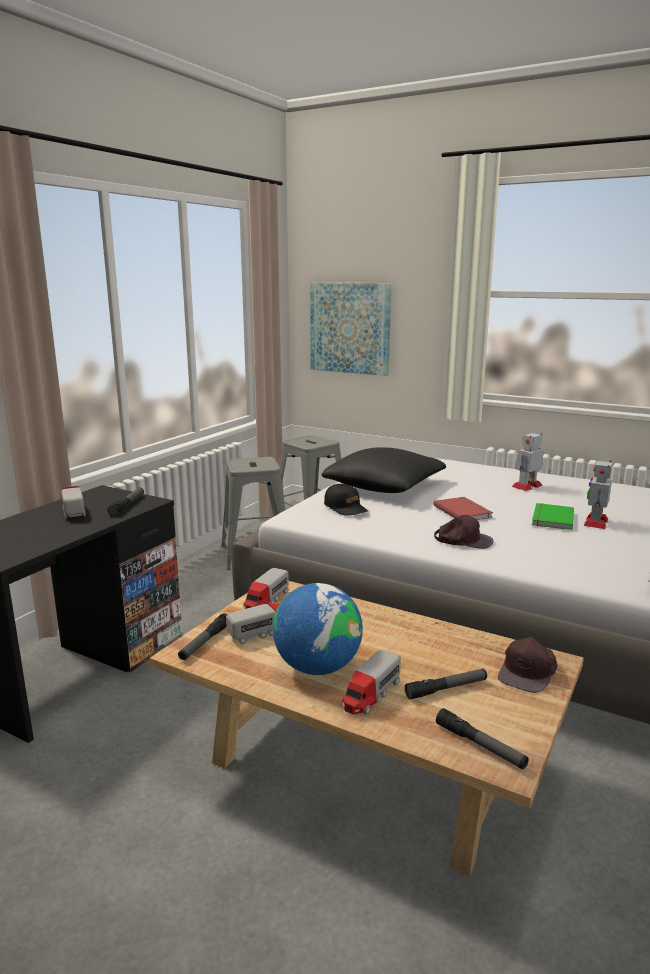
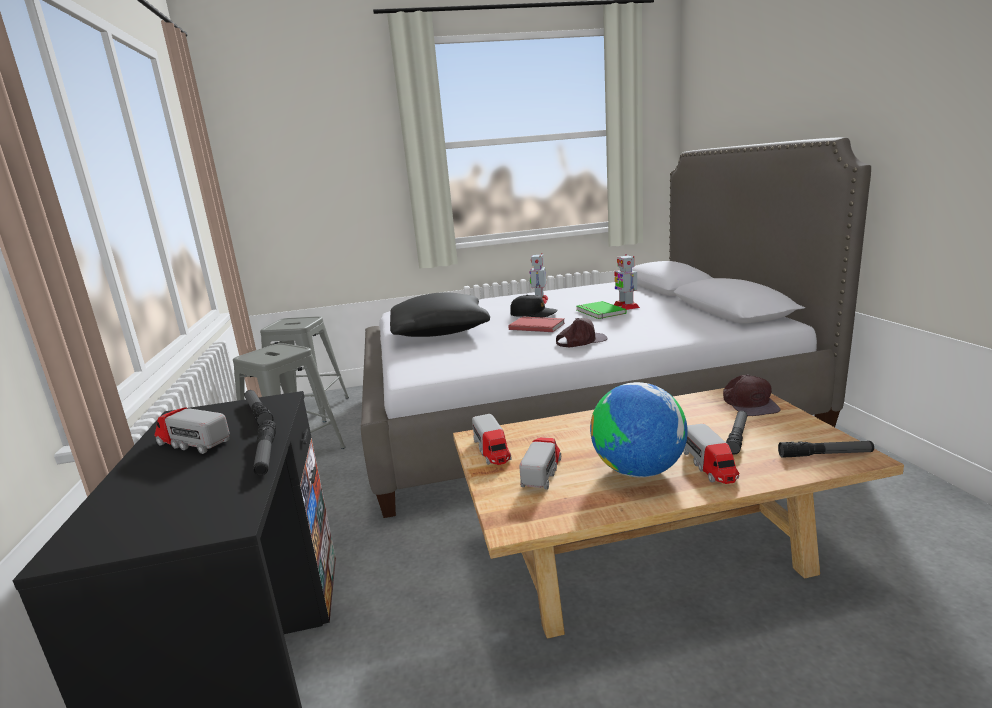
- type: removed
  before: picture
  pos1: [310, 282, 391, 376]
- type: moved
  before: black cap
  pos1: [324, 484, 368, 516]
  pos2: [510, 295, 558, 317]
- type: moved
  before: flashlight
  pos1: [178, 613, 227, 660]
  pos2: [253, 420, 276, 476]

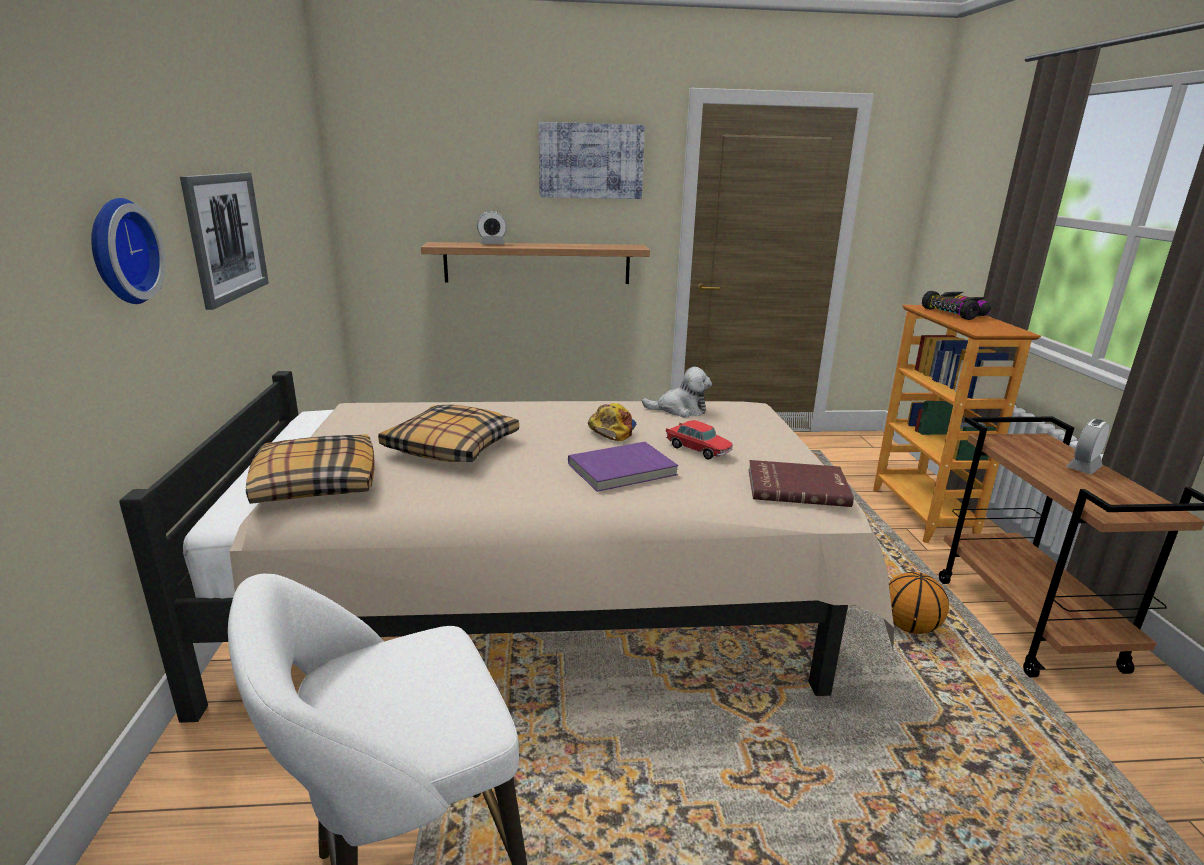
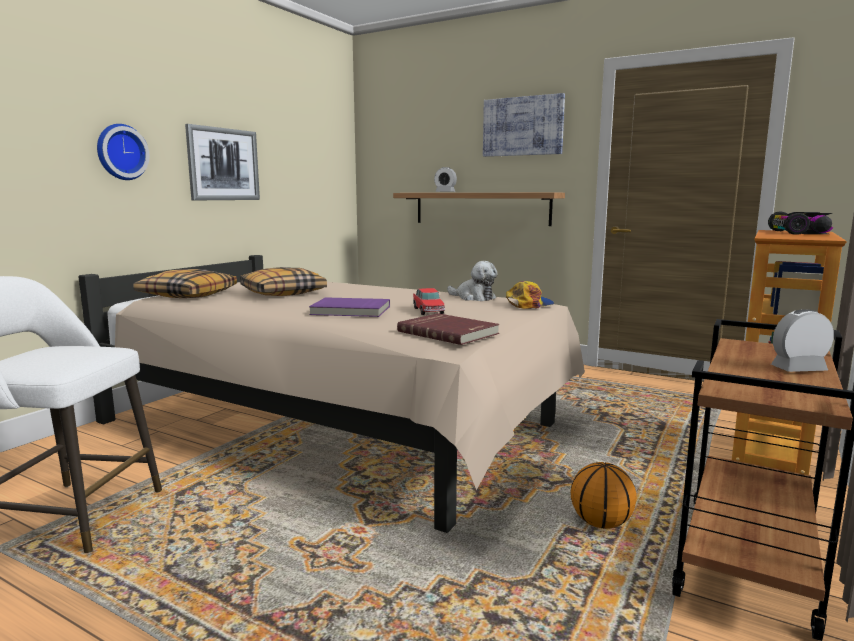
- type: moved
  before: cap
  pos1: [588, 403, 637, 441]
  pos2: [506, 281, 554, 309]

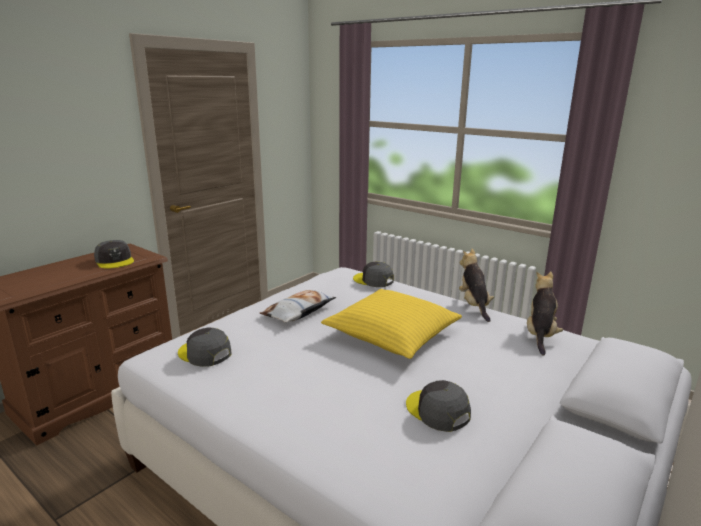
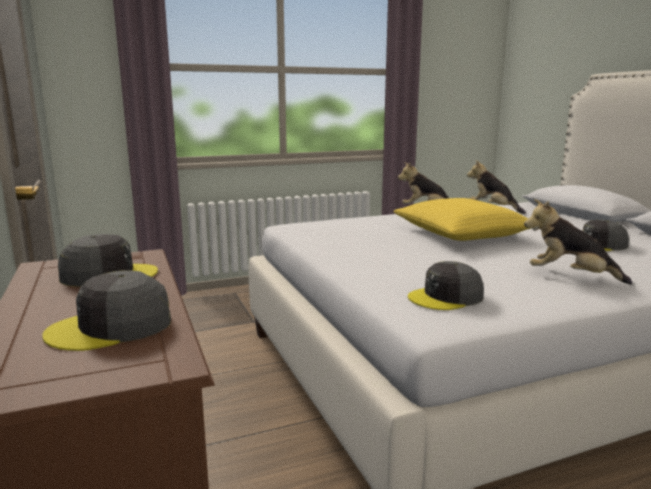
- type: moved
  before: grey cap
  pos1: [353, 262, 394, 287]
  pos2: [42, 270, 171, 351]
- type: removed
  before: pillow
  pos1: [260, 290, 337, 323]
- type: added
  after: plush toy
  pos2: [524, 199, 632, 285]

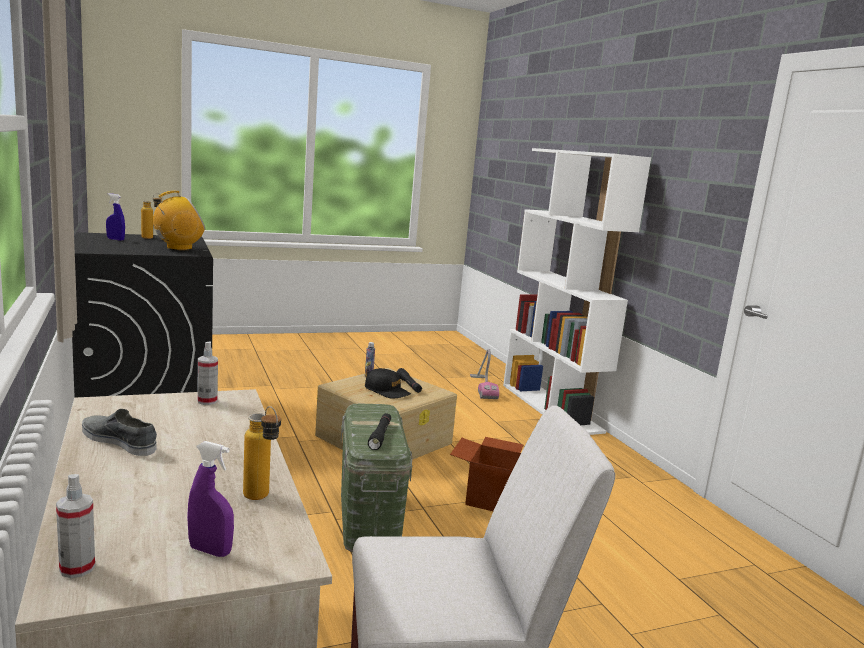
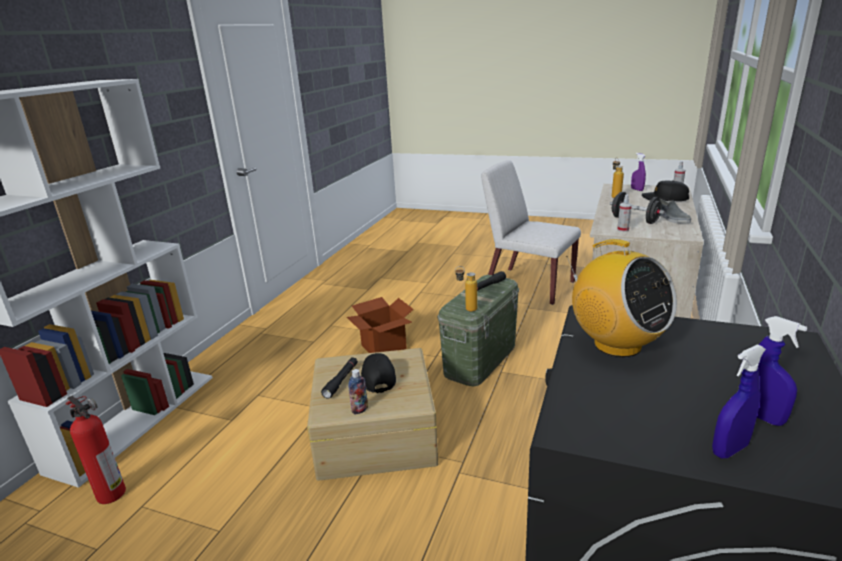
- type: turned
  before: radio
  pos1: [153, 191, 205, 250]
  pos2: [566, 239, 677, 357]
  turn: -135
- type: moved
  before: bottle
  pos1: [141, 193, 161, 239]
  pos2: [455, 266, 477, 312]
- type: replaced
  before: vacuum cleaner
  after: fire extinguisher
  pos1: [470, 349, 499, 400]
  pos2: [66, 396, 126, 504]
- type: added
  after: black cap
  pos2: [642, 180, 689, 201]
- type: added
  after: black dumbbell
  pos2: [610, 192, 665, 224]
- type: added
  after: blue spray bottle
  pos2: [712, 344, 766, 458]

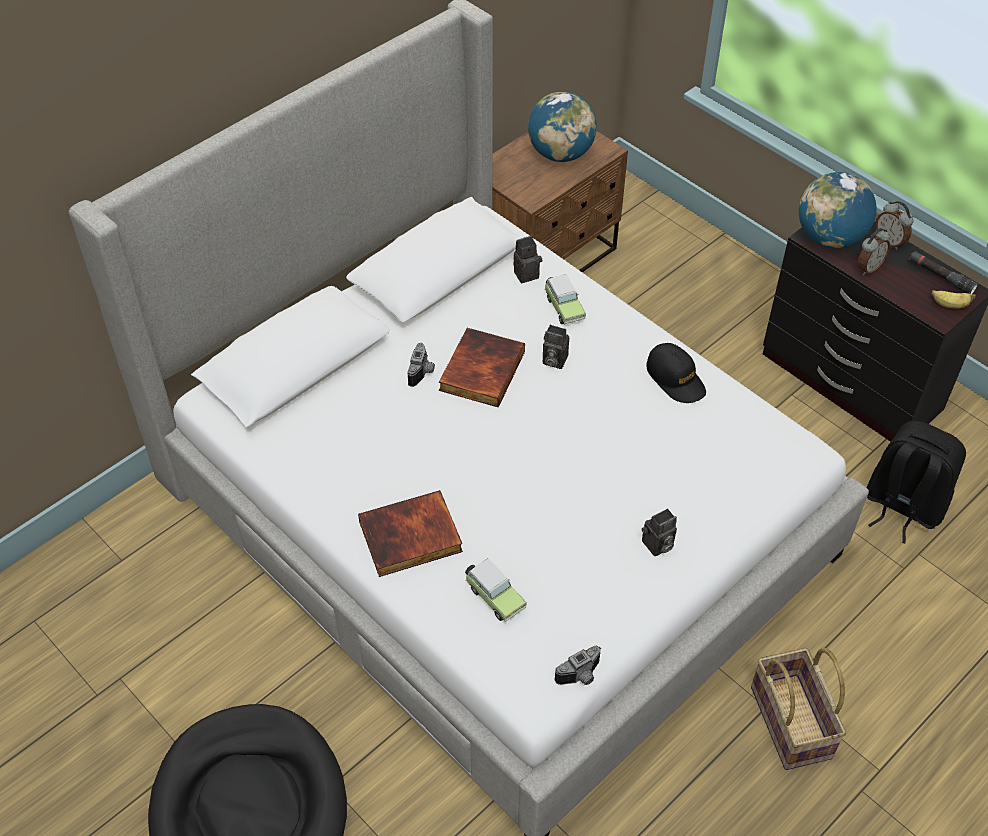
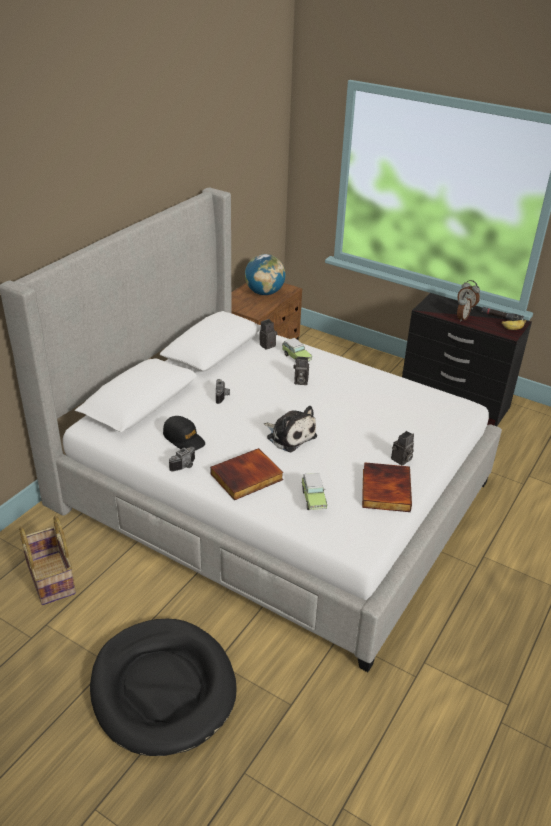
- type: removed
  before: globe
  pos1: [799, 172, 877, 248]
- type: moved
  before: book
  pos1: [439, 328, 525, 407]
  pos2: [362, 462, 412, 512]
- type: moved
  before: black cap
  pos1: [646, 343, 706, 403]
  pos2: [163, 416, 205, 451]
- type: removed
  before: black backpack
  pos1: [867, 421, 966, 543]
- type: turned
  before: toy car
  pos1: [465, 558, 527, 622]
  pos2: [301, 473, 327, 510]
  turn: 45
- type: moved
  before: photo camera
  pos1: [555, 646, 601, 685]
  pos2: [169, 446, 195, 472]
- type: moved
  before: basket
  pos1: [751, 647, 846, 770]
  pos2: [19, 516, 76, 605]
- type: added
  after: plush toy
  pos2: [264, 406, 317, 452]

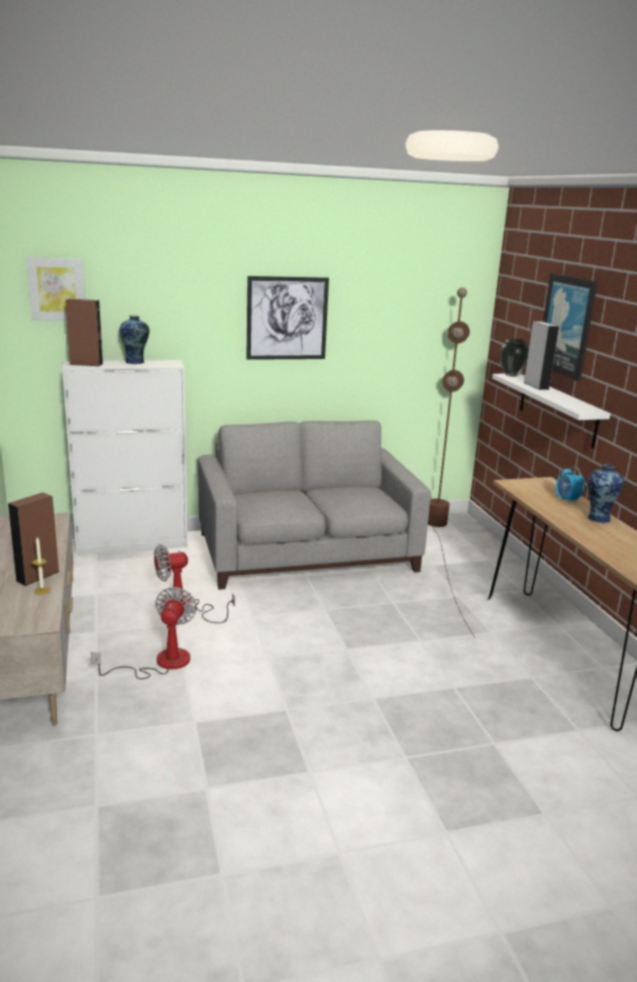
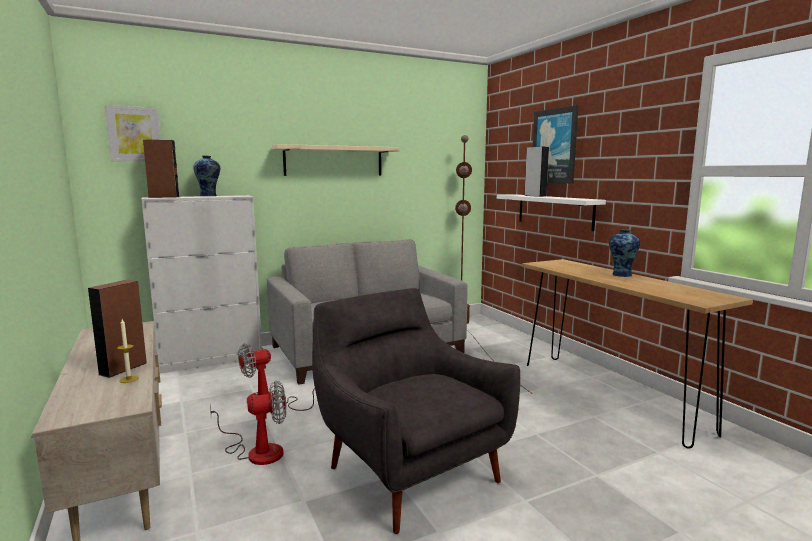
- type: replaced
  before: picture
  after: beige shelf
  pos1: [246, 276, 329, 360]
  pos2: [271, 144, 400, 176]
- type: removed
  before: vase
  pos1: [500, 339, 529, 377]
- type: removed
  before: alarm clock
  pos1: [556, 467, 585, 505]
- type: turned
  before: fan
  pos1: [91, 587, 197, 679]
  pos2: [210, 381, 286, 465]
  turn: 75
- type: added
  after: grey armchair
  pos2: [312, 288, 520, 534]

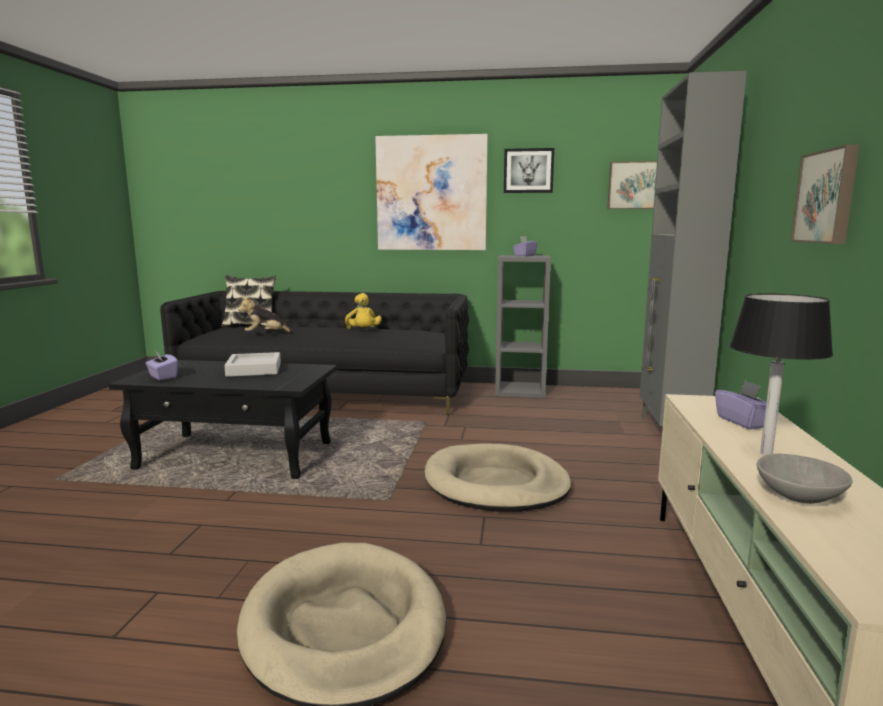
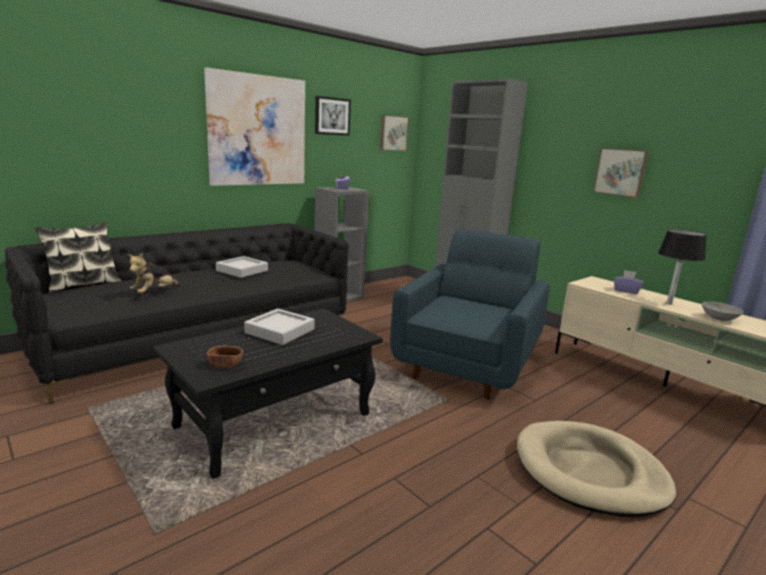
- type: replaced
  before: yellow plush toy
  after: grey tray
  pos1: [345, 293, 382, 329]
  pos2: [216, 256, 268, 278]
- type: replaced
  before: purple tissue box
  after: brown bowl
  pos1: [145, 351, 178, 380]
  pos2: [207, 346, 243, 369]
- type: replaced
  before: beige dog bed
  after: blue armchair
  pos1: [424, 443, 572, 512]
  pos2: [390, 229, 550, 399]

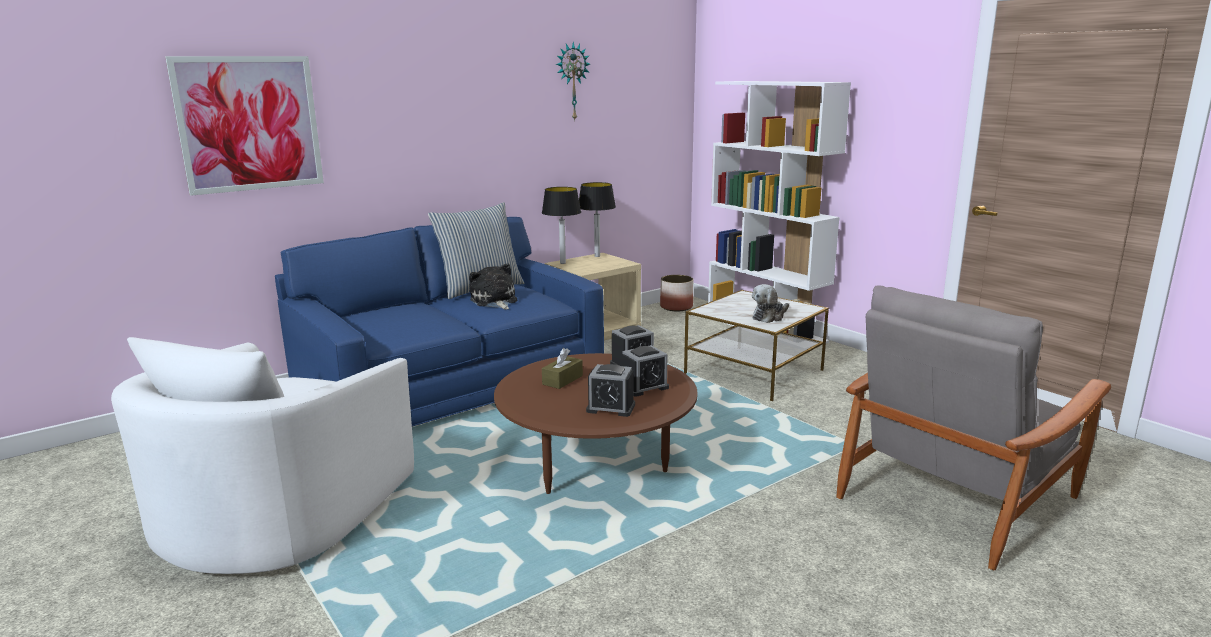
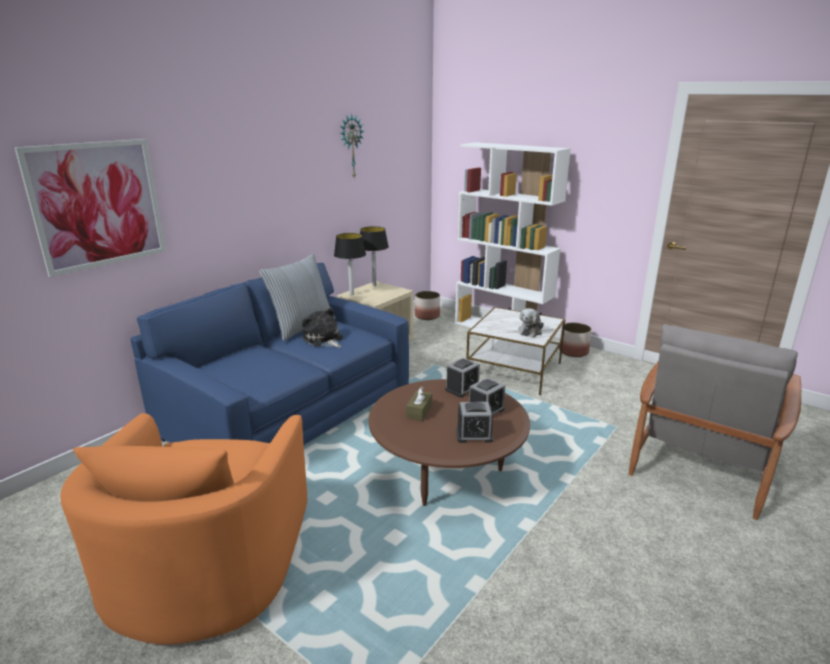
- type: recoloured
  before: white armchair
  after: orange armchair
  pos1: [111, 337, 414, 574]
  pos2: [60, 413, 307, 645]
- type: added
  after: planter
  pos2: [559, 323, 592, 357]

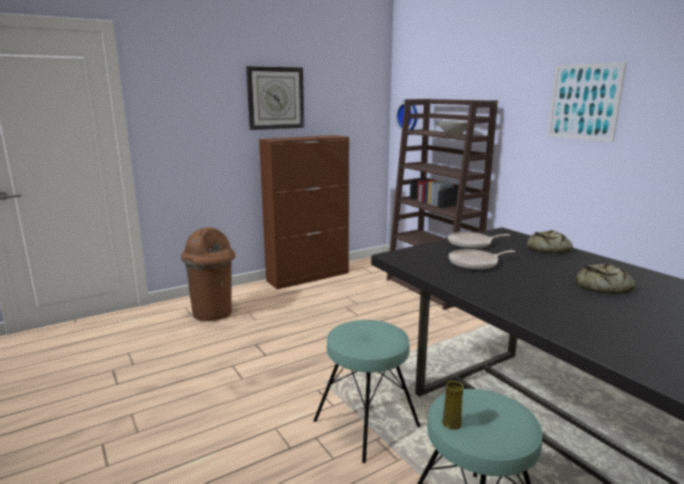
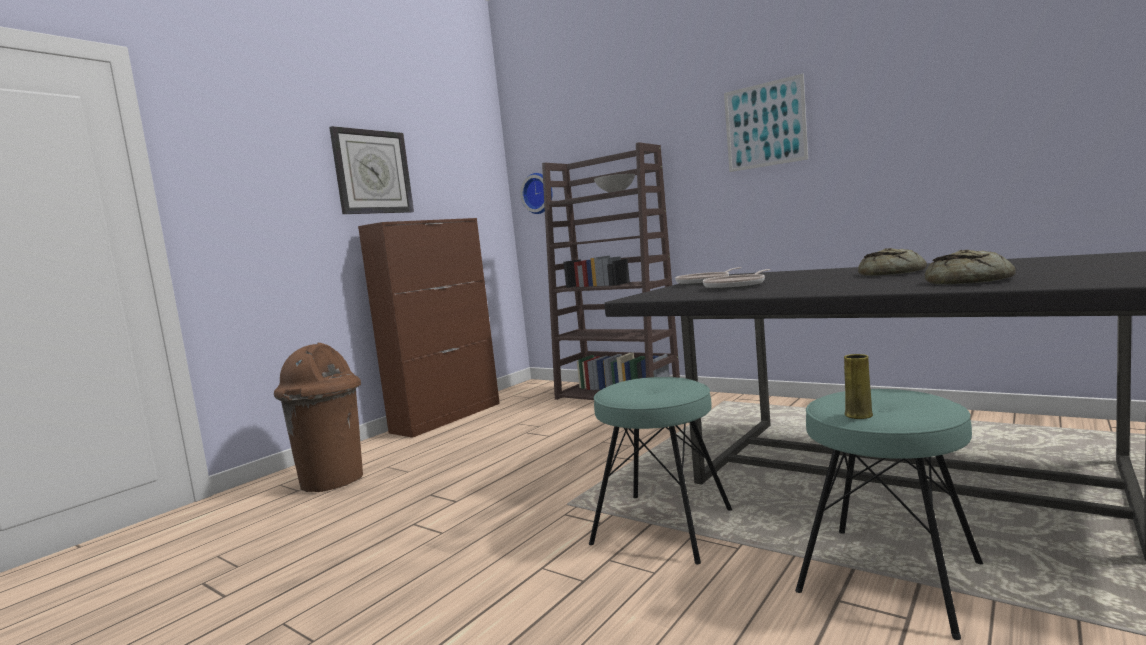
- type: moved
  before: bread
  pos1: [526, 230, 573, 253]
  pos2: [925, 250, 1016, 284]

